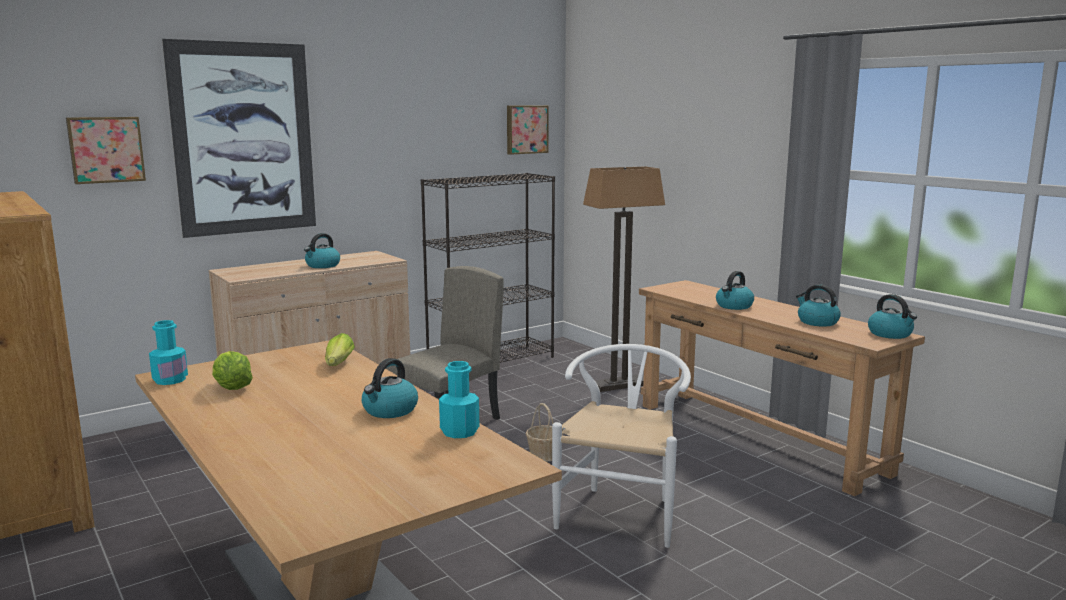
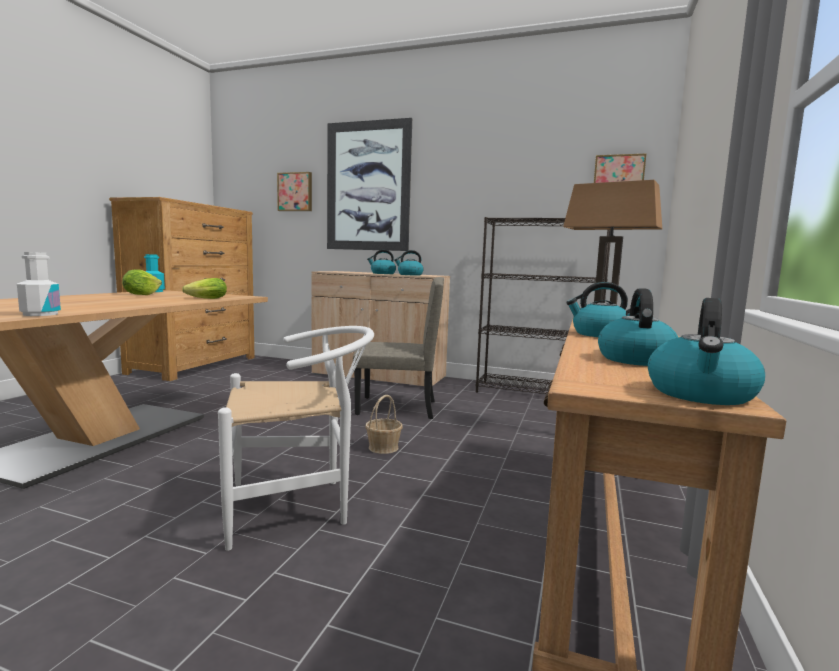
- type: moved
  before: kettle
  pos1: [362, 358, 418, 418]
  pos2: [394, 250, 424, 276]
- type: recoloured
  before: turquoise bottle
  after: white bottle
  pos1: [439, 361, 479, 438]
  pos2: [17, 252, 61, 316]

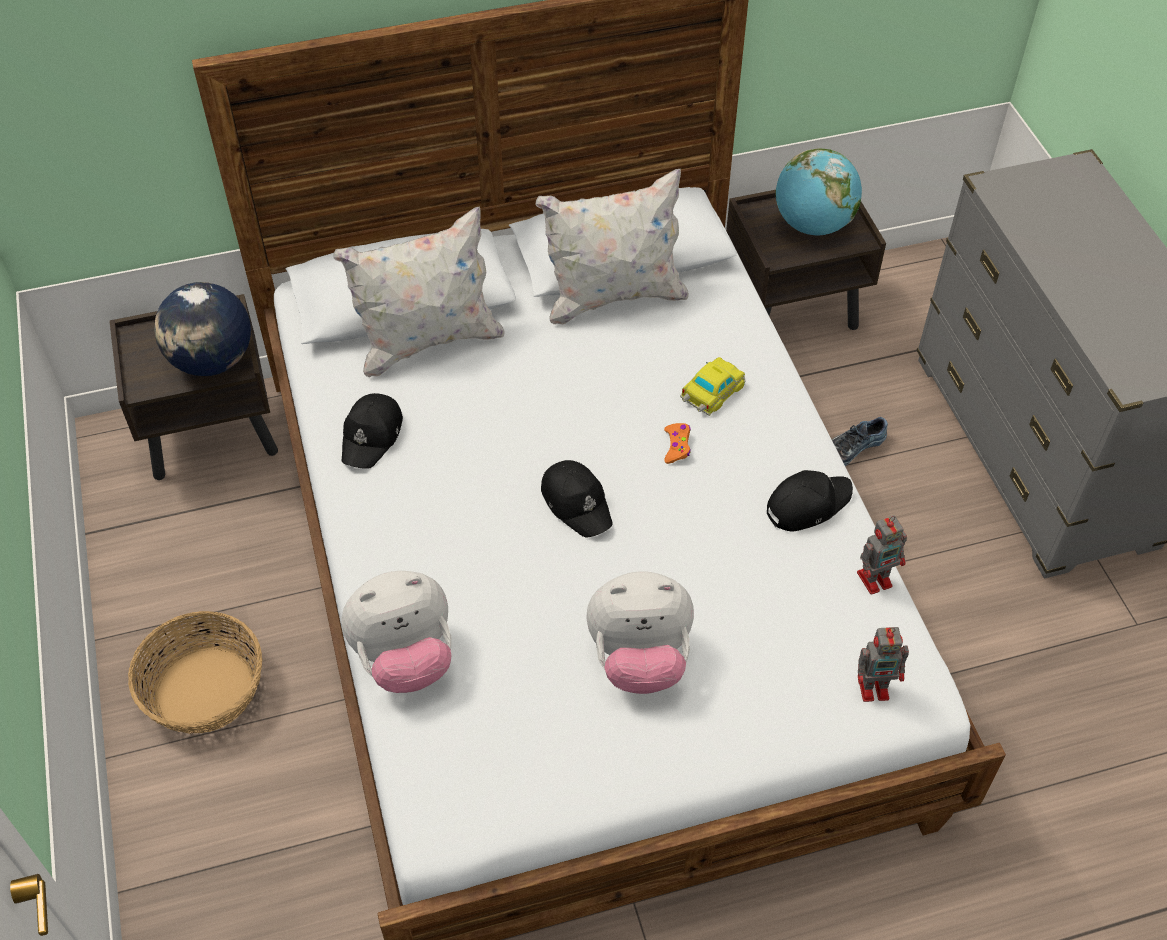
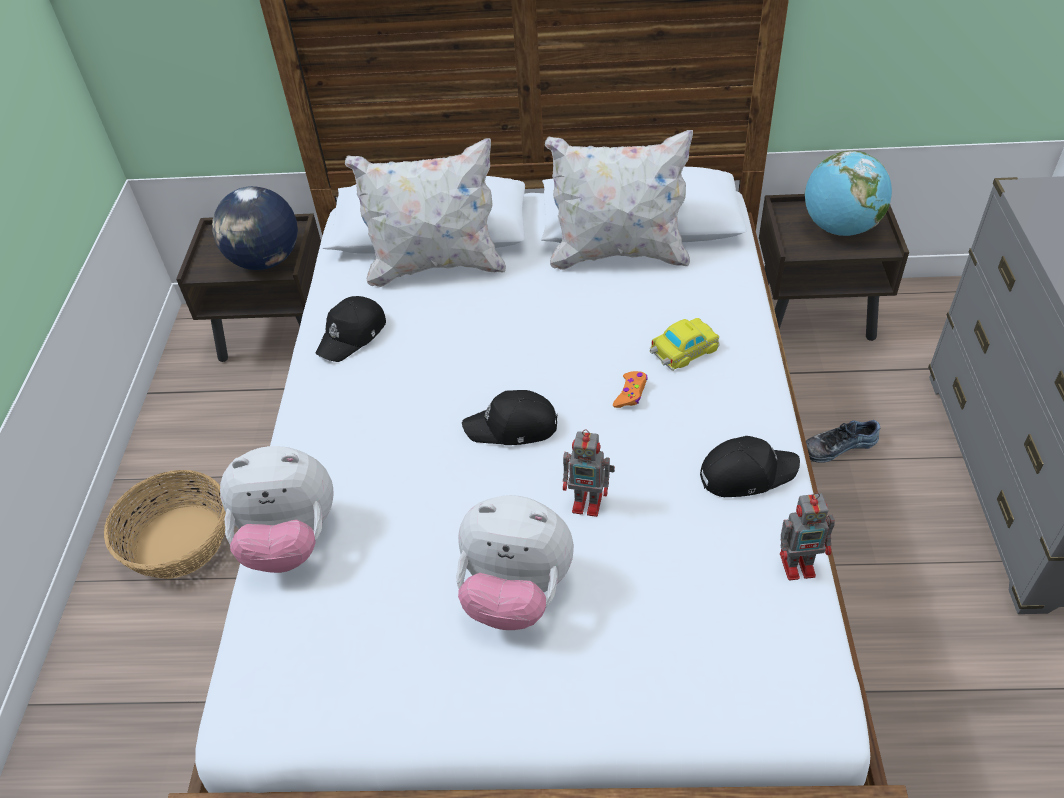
- type: turned
  before: black cap
  pos1: [541, 460, 613, 538]
  pos2: [462, 390, 557, 445]
  turn: 105
- type: moved
  before: toy robot
  pos1: [858, 627, 909, 702]
  pos2: [563, 429, 615, 517]

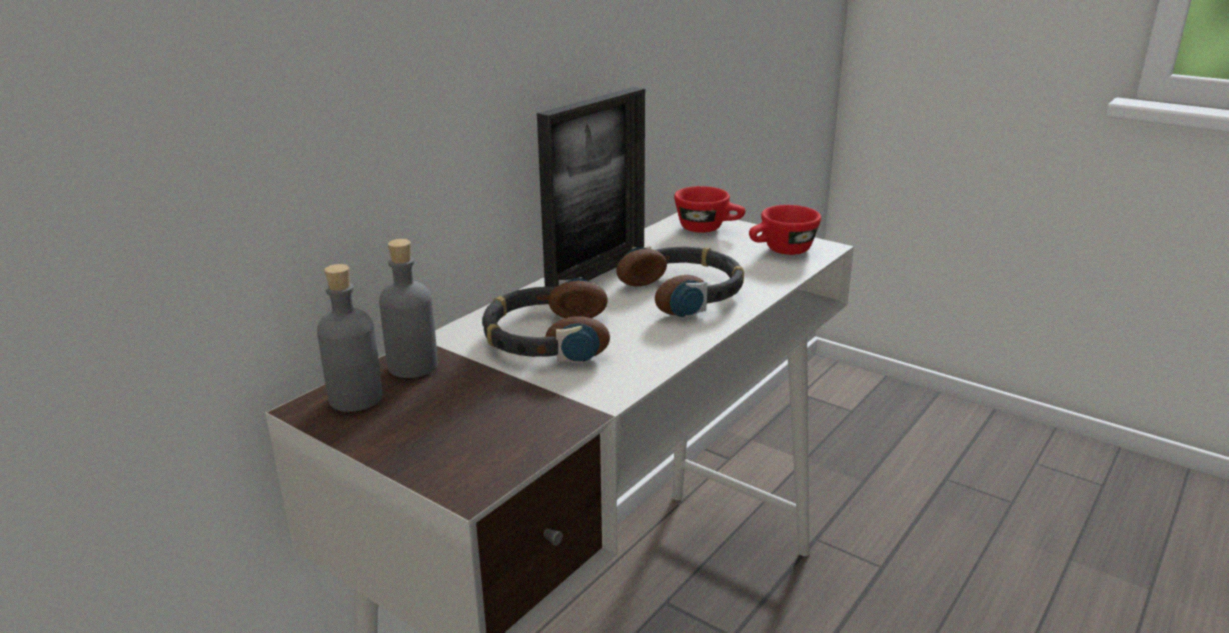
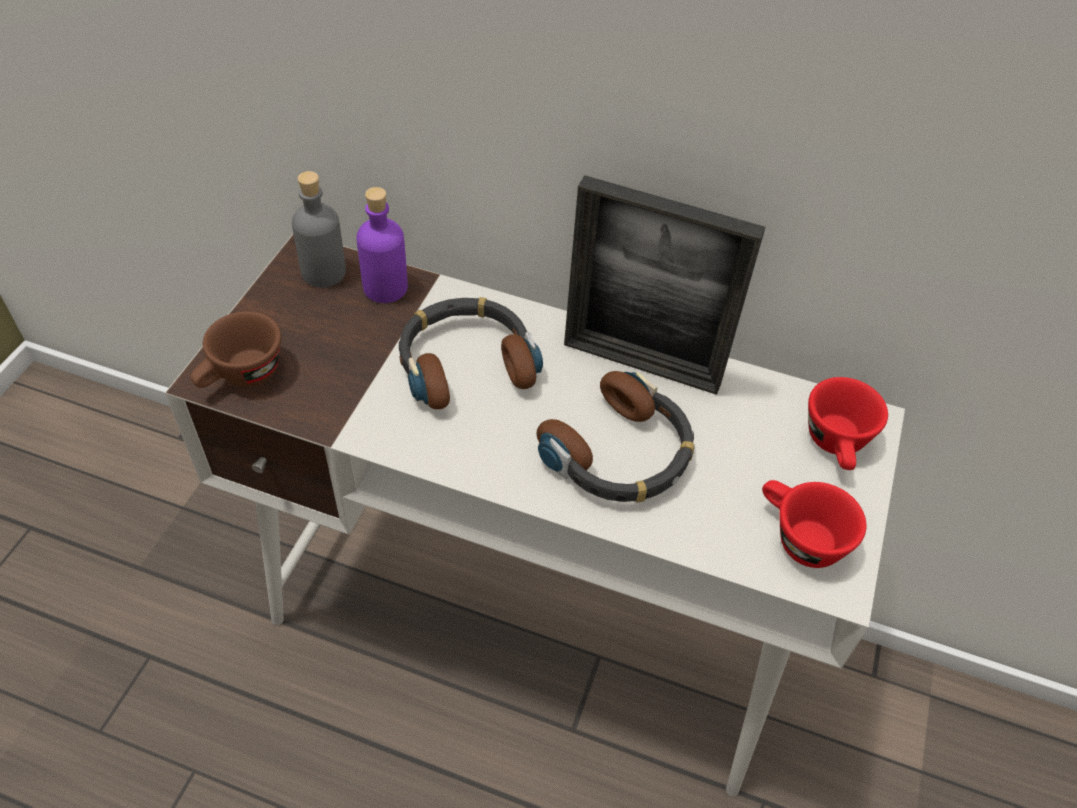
- type: recoloured
  before: grey bottle
  after: purple bottle
  pos1: [379, 239, 438, 378]
  pos2: [356, 187, 408, 303]
- type: added
  after: brown cup
  pos2: [191, 311, 281, 388]

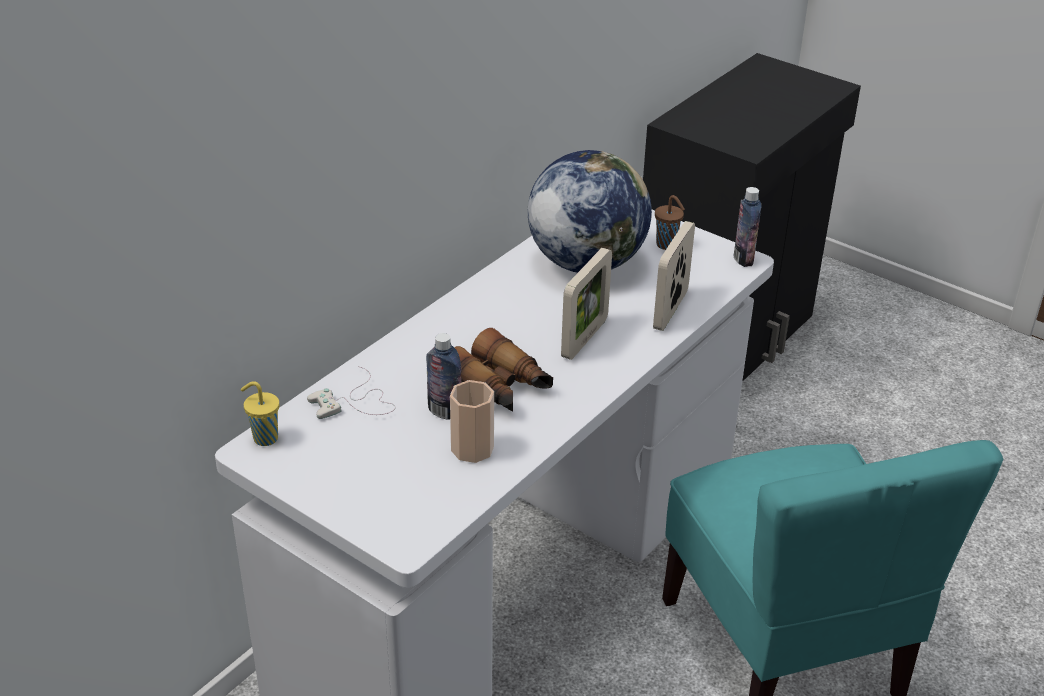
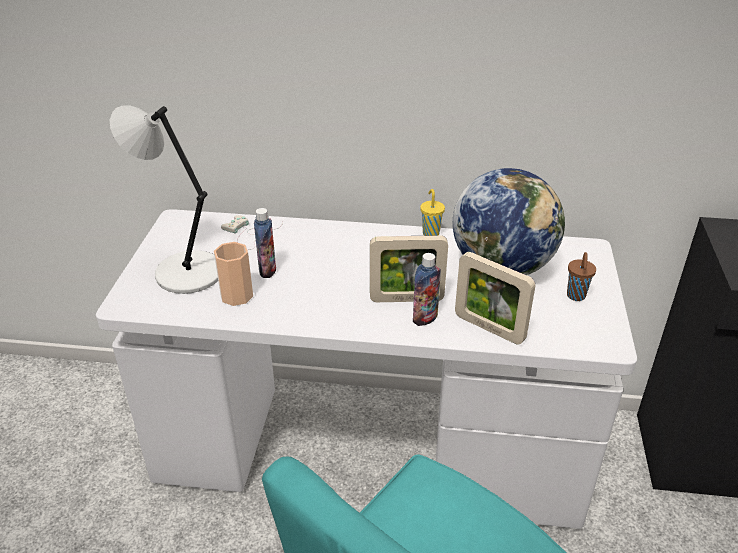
- type: moved
  before: bottle
  pos1: [734, 187, 761, 267]
  pos2: [413, 253, 441, 326]
- type: turned
  before: picture frame
  pos1: [653, 221, 695, 331]
  pos2: [455, 252, 535, 344]
  turn: -135
- type: removed
  before: binoculars
  pos1: [454, 328, 553, 412]
- type: moved
  before: yellow cup
  pos1: [241, 381, 279, 446]
  pos2: [421, 189, 445, 236]
- type: added
  after: grey table lamp
  pos2: [110, 105, 218, 294]

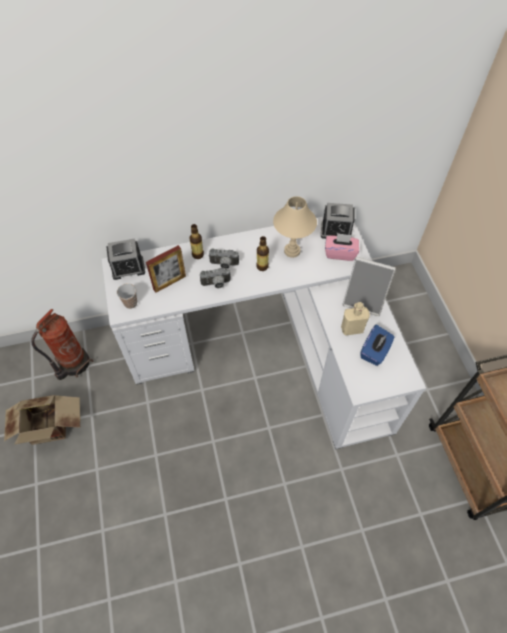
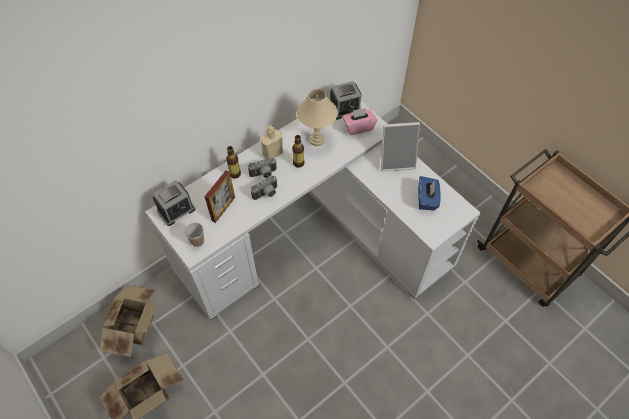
- type: moved
  before: beige bottle
  pos1: [341, 302, 370, 336]
  pos2: [260, 125, 283, 158]
- type: replaced
  before: fire extinguisher
  after: cardboard box
  pos1: [31, 309, 94, 380]
  pos2: [100, 285, 158, 357]

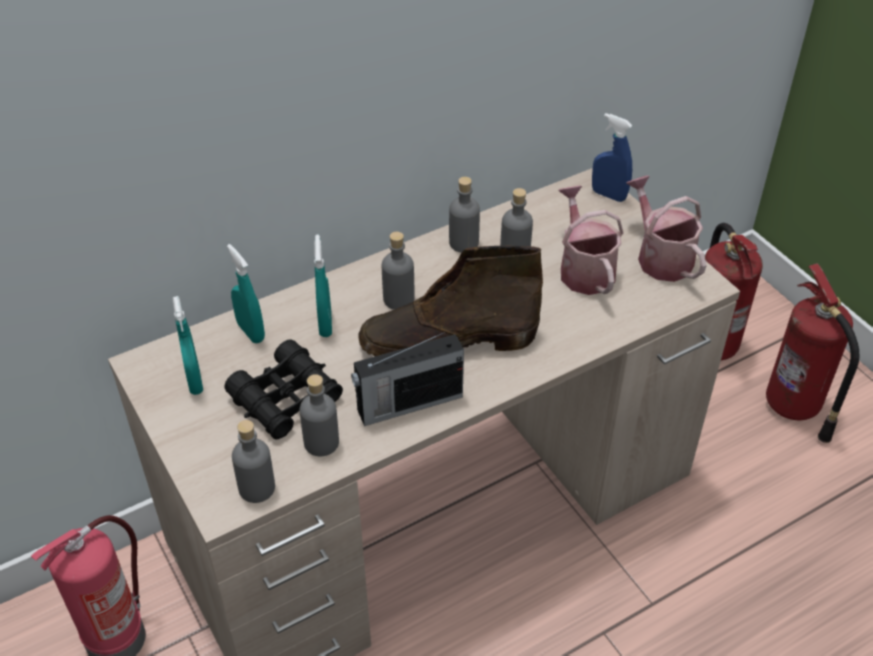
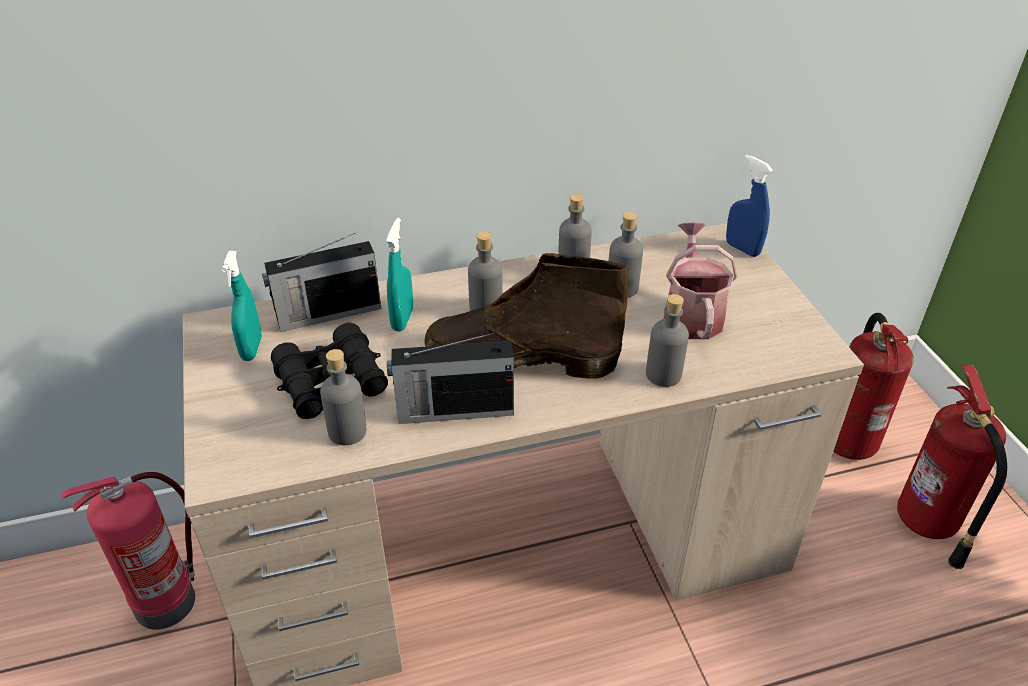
- type: removed
  before: watering can
  pos1: [626, 175, 707, 282]
- type: replaced
  before: turquoise spray bottle
  after: radio
  pos1: [227, 244, 265, 343]
  pos2: [262, 233, 381, 332]
- type: moved
  before: grey bottle
  pos1: [232, 420, 275, 503]
  pos2: [646, 294, 689, 387]

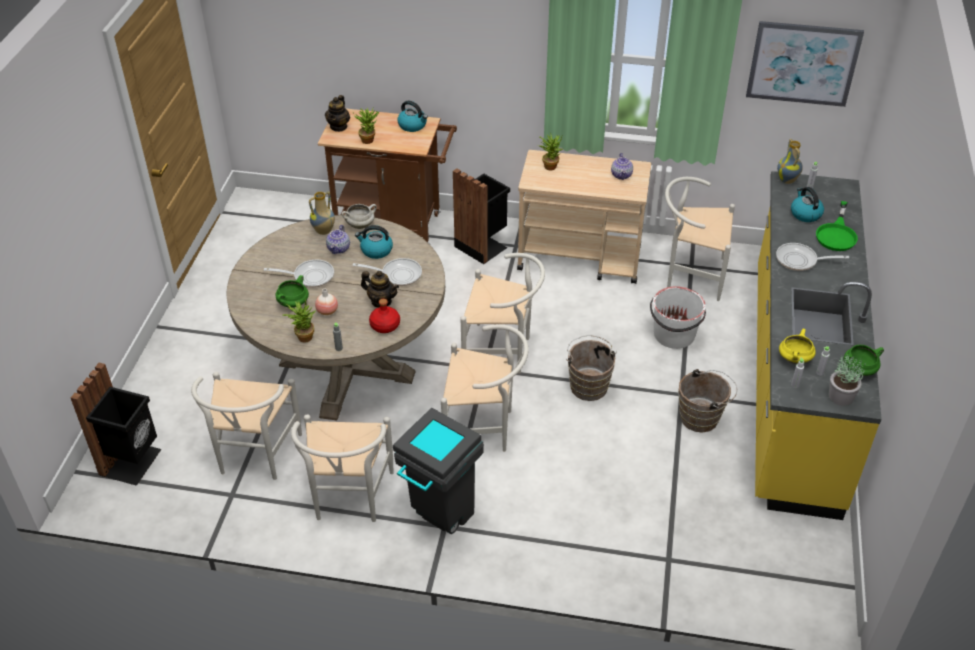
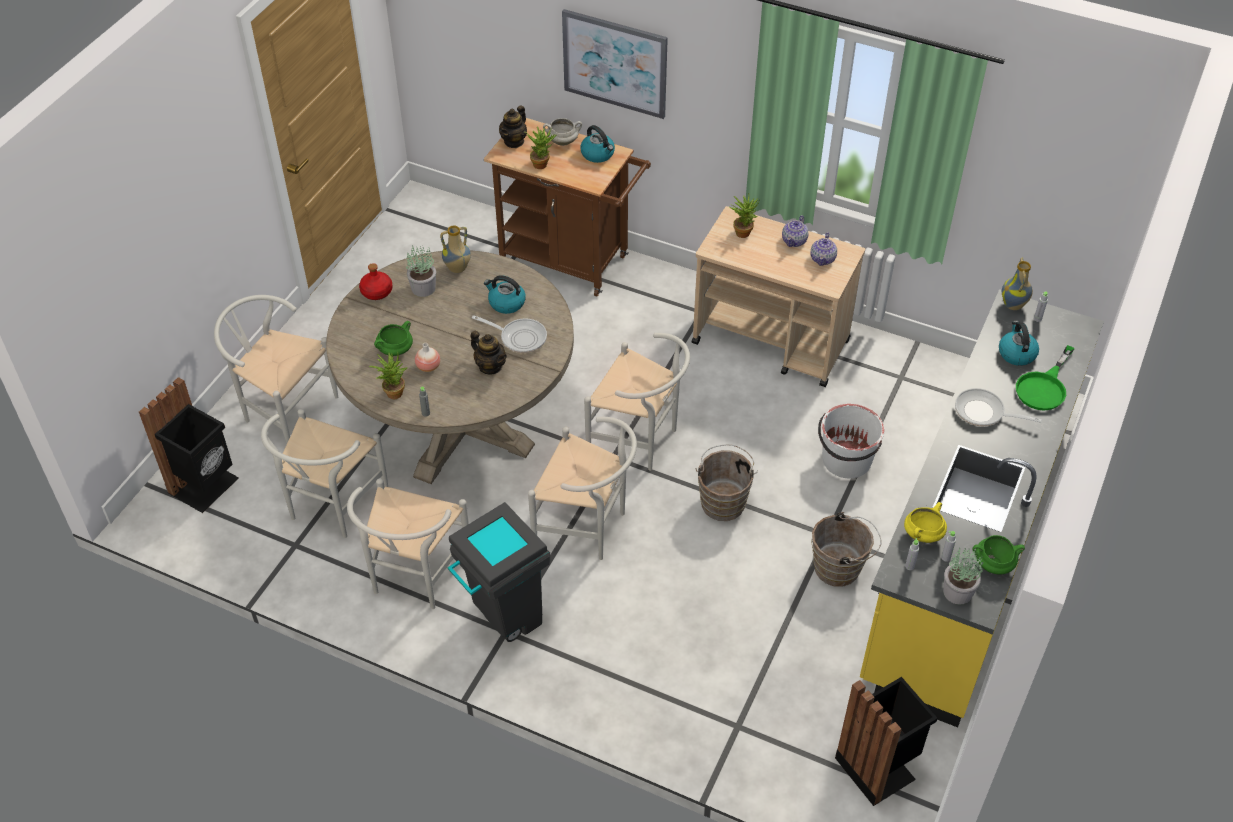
- type: moved
  before: picture
  pos1: [746, 21, 864, 107]
  pos2: [562, 9, 668, 119]
- type: moved
  before: black trash can
  pos1: [453, 169, 510, 264]
  pos2: [835, 677, 938, 806]
- type: moved
  before: white chair
  pos1: [665, 177, 735, 301]
  pos2: [214, 295, 338, 443]
- type: moved
  before: white cooking pot
  pos1: [341, 204, 377, 229]
  pos2: [543, 118, 582, 146]
- type: moved
  before: teapot
  pos1: [326, 225, 350, 254]
  pos2: [782, 215, 809, 247]
- type: removed
  before: frying pan
  pos1: [264, 260, 334, 288]
- type: moved
  before: red bottle
  pos1: [369, 299, 400, 333]
  pos2: [359, 263, 393, 300]
- type: added
  after: potted plant
  pos2: [406, 246, 436, 297]

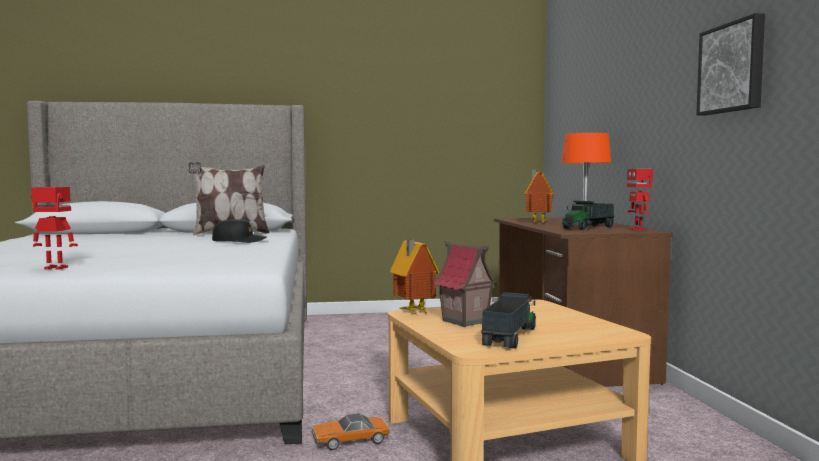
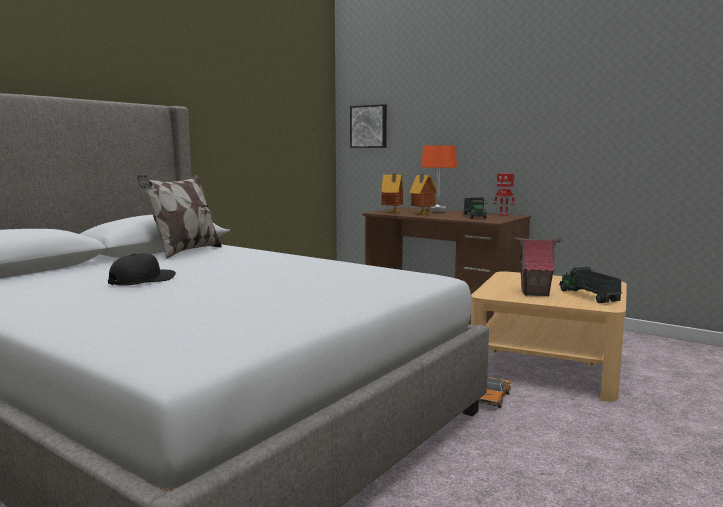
- type: moved
  before: picture
  pos1: [696, 13, 765, 116]
  pos2: [350, 104, 387, 148]
- type: removed
  before: toy robot
  pos1: [31, 187, 78, 270]
- type: moved
  before: black cap
  pos1: [212, 218, 267, 243]
  pos2: [108, 253, 176, 286]
- type: moved
  before: toy house
  pos1: [390, 239, 439, 315]
  pos2: [381, 173, 403, 213]

